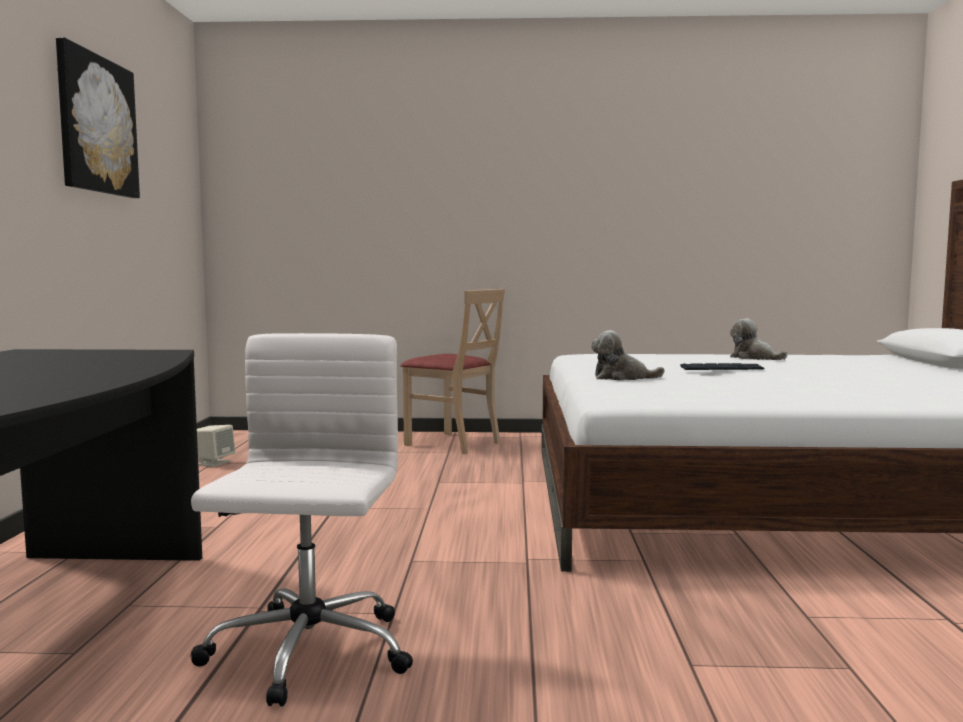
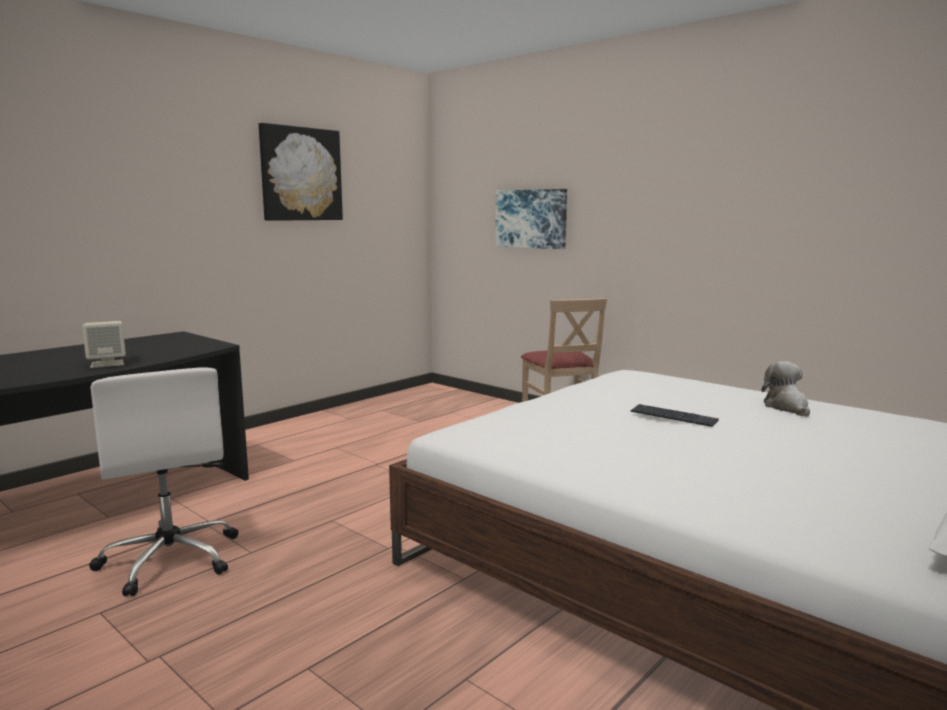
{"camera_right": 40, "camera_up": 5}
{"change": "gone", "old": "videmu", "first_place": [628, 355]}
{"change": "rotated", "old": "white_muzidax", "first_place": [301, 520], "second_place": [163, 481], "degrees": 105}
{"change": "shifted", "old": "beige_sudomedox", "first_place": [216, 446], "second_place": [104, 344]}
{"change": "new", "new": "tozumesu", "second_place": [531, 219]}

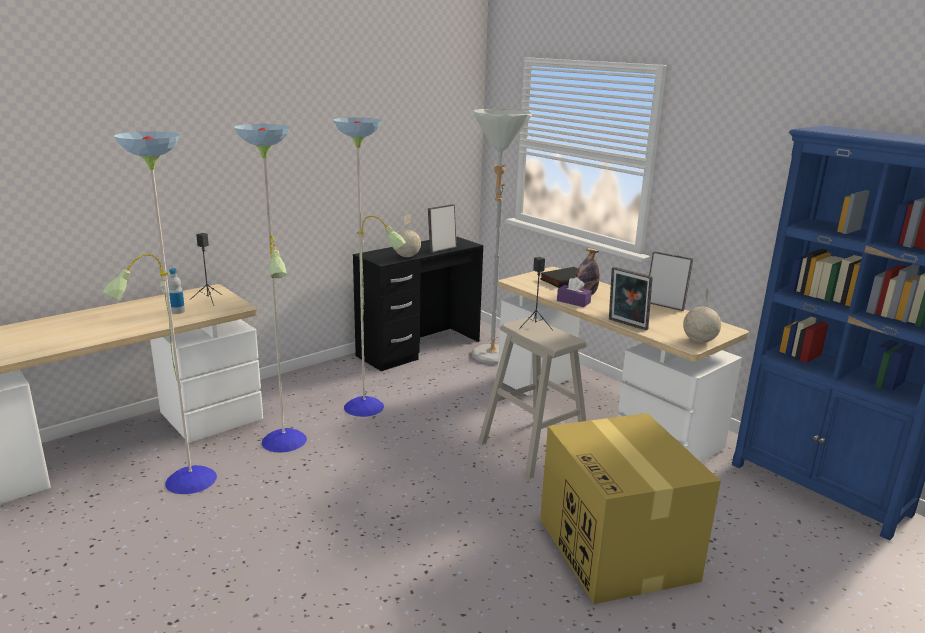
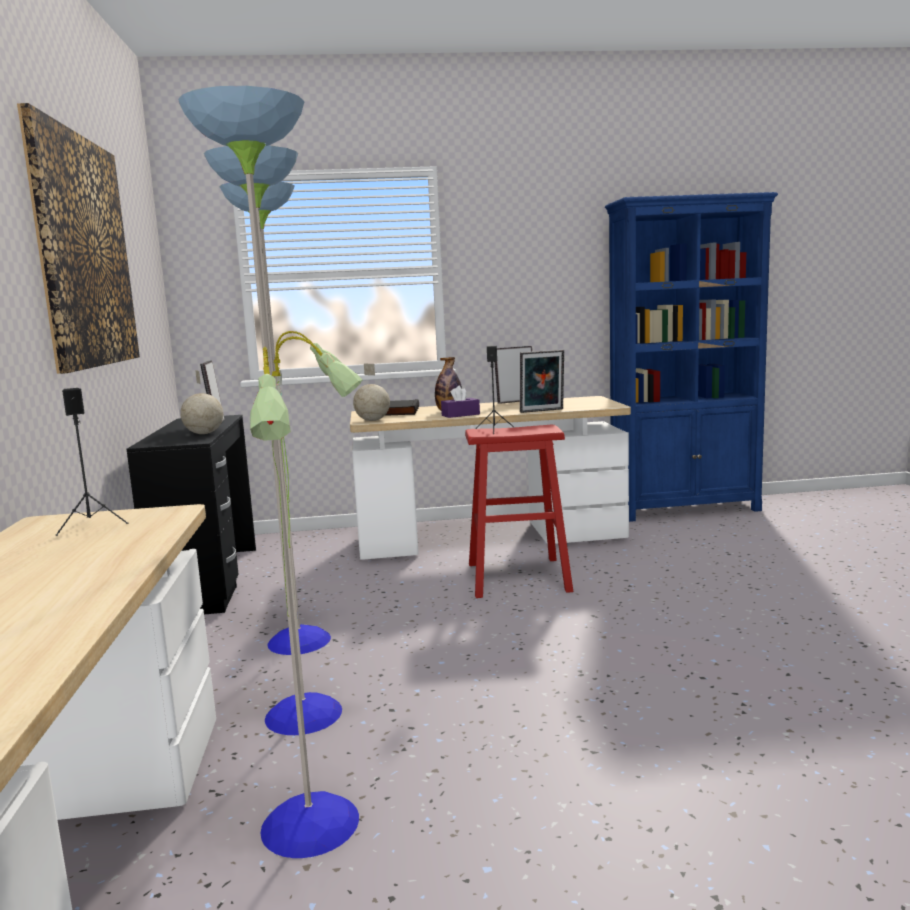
{"camera_right": -55, "camera_up": -10}
{"change": "gone", "old": "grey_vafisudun", "first_place": [501, 236]}
{"change": "gone", "old": "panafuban", "first_place": [176, 291]}
{"change": "shifted", "old": "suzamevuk", "first_place": [702, 315], "second_place": [371, 392]}
{"change": "repainted", "old": "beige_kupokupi", "new": "red_kupokupi", "first_place": [532, 398], "second_place": [519, 511]}
{"change": "gone", "old": "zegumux", "first_place": [630, 508]}
{"change": "new", "new": "tozumesu", "second_place": [78, 238]}

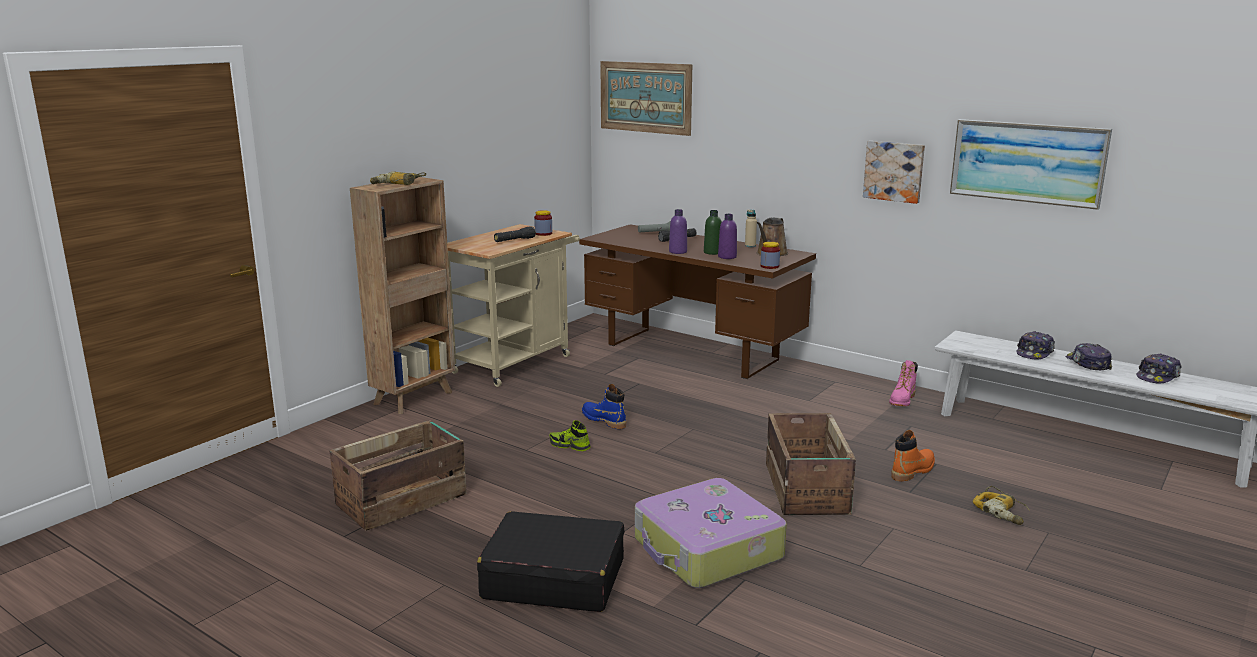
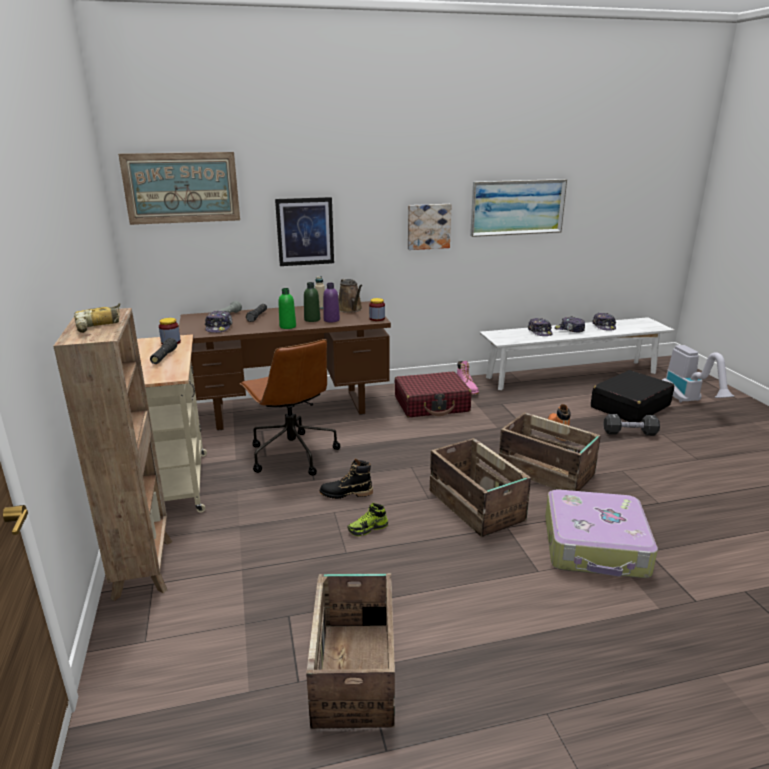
{"camera_right": -50, "camera_up": 5}
{"change": "repainted", "old": "purple_panafuban", "new": "green_panafuban", "first_place": [678, 231], "second_place": [287, 308]}
{"change": "repainted", "old": "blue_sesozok", "new": "black_sesozok", "first_place": [604, 406], "second_place": [346, 478]}
{"change": "swapped", "old": "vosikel", "new": "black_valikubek", "first_place": [1001, 505], "second_place": [631, 425]}
{"change": "shifted", "old": "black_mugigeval", "first_place": [550, 561], "second_place": [632, 396]}
{"change": "new", "new": "tozumesu", "second_place": [304, 231]}
{"change": "new", "new": "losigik", "second_place": [219, 321]}
{"change": "new", "new": "brown_muzidax", "second_place": [290, 407]}
{"change": "new", "new": "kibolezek", "second_place": [698, 374]}
{"change": "new", "new": "red_mugigeval", "second_place": [433, 394]}
{"change": "new", "new": "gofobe", "second_place": [480, 487]}

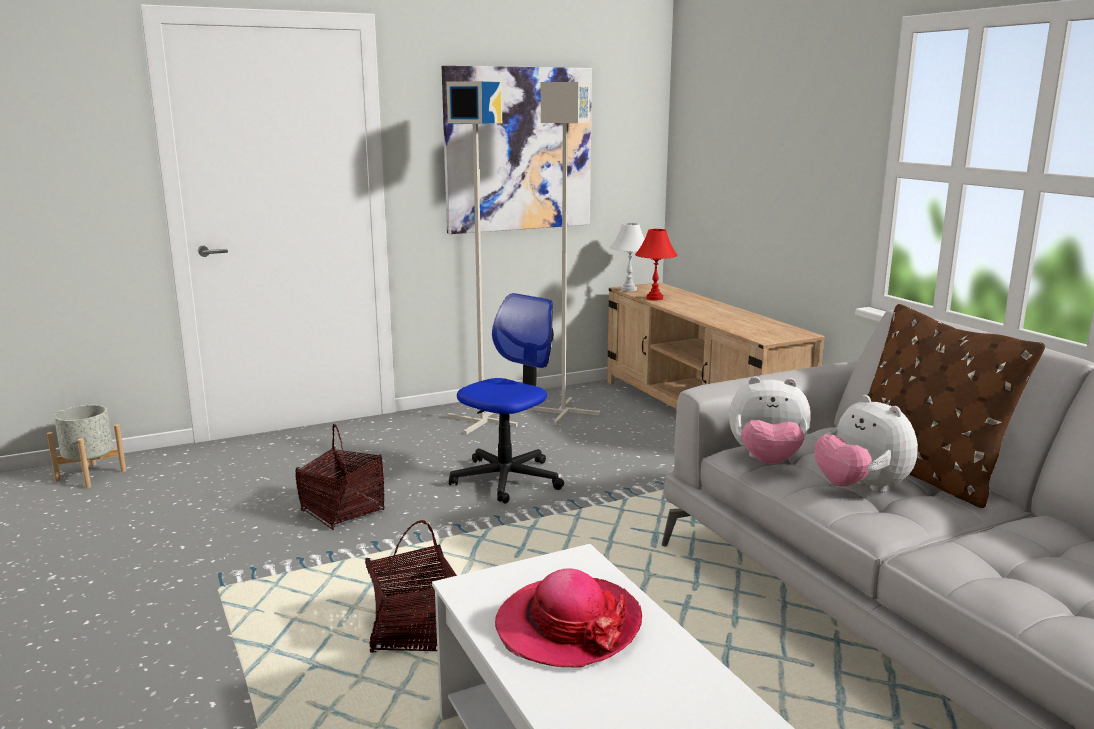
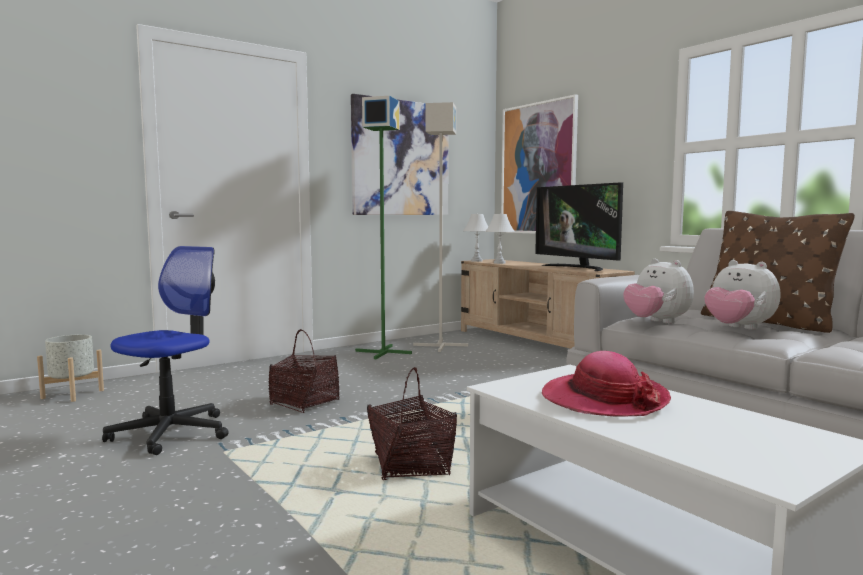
{"camera_right": -10, "camera_up": -10}
{"change": "repainted", "old": "grey_vafisudun", "new": "green_vafisudun", "first_place": [482, 258], "second_place": [383, 227]}
{"change": "repainted", "old": "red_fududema", "new": "white_fududema", "first_place": [656, 265], "second_place": [500, 238]}
{"change": "shifted", "old": "muzidax", "first_place": [506, 398], "second_place": [165, 350]}
{"change": "rotated", "old": "videmu", "first_place": [769, 420], "second_place": [659, 291], "degrees": 60}
{"change": "new", "new": "tozumesu", "second_place": [539, 164]}
{"change": "new", "new": "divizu", "second_place": [579, 226]}

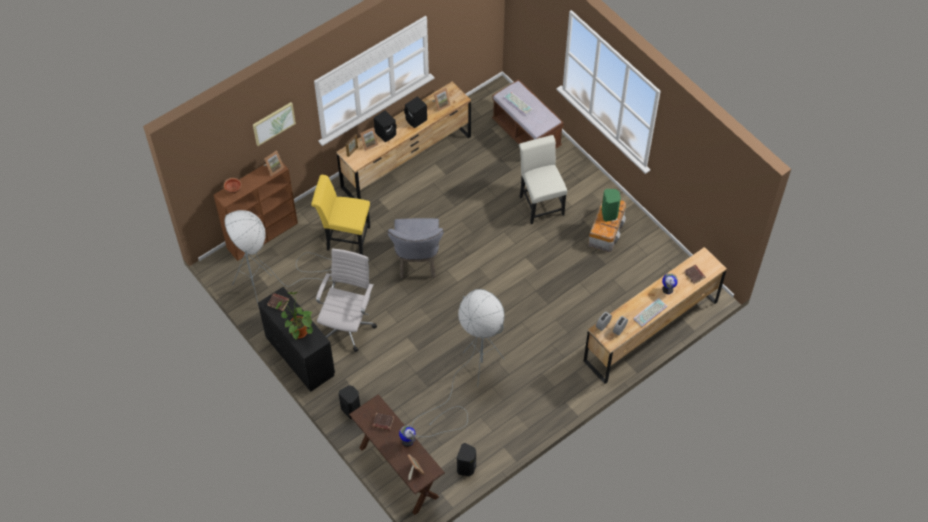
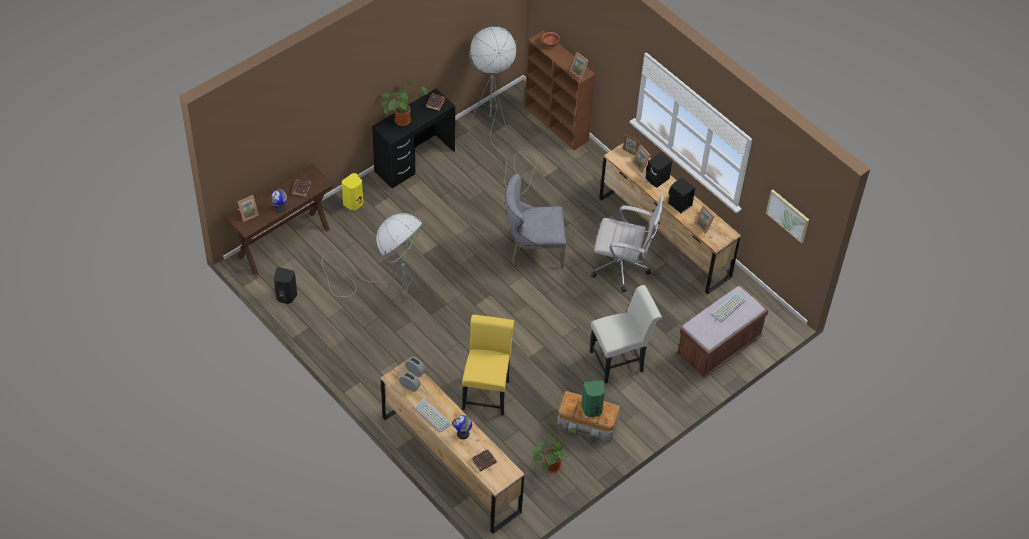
{"camera_right": 85, "camera_up": -5}
{"change": "shifted", "old": "tozumesu", "first_place": [274, 124], "second_place": [787, 216]}
{"change": "shifted", "old": "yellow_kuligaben", "first_place": [340, 215], "second_place": [488, 365]}
{"change": "shifted", "old": "white_muzidax", "first_place": [346, 300], "second_place": [627, 243]}
{"change": "repainted", "old": "black_sudomedox", "new": "yellow_sudomedox", "first_place": [349, 402], "second_place": [352, 191]}
{"change": "new", "new": "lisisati", "second_place": [554, 449]}

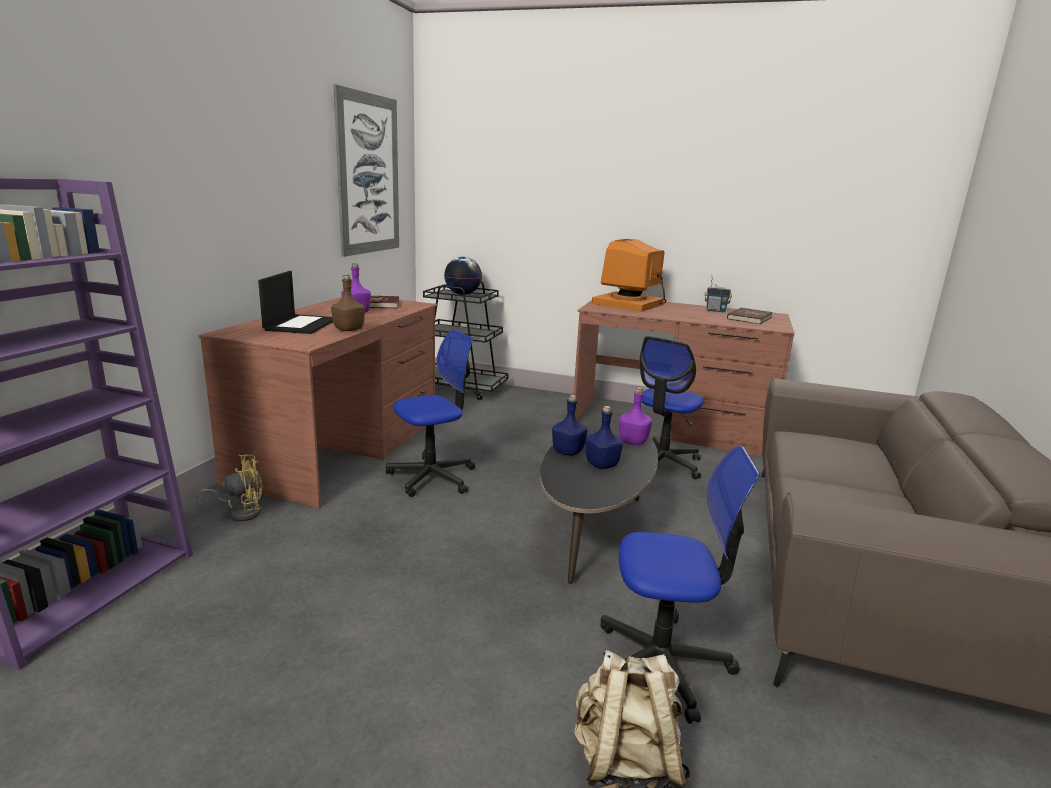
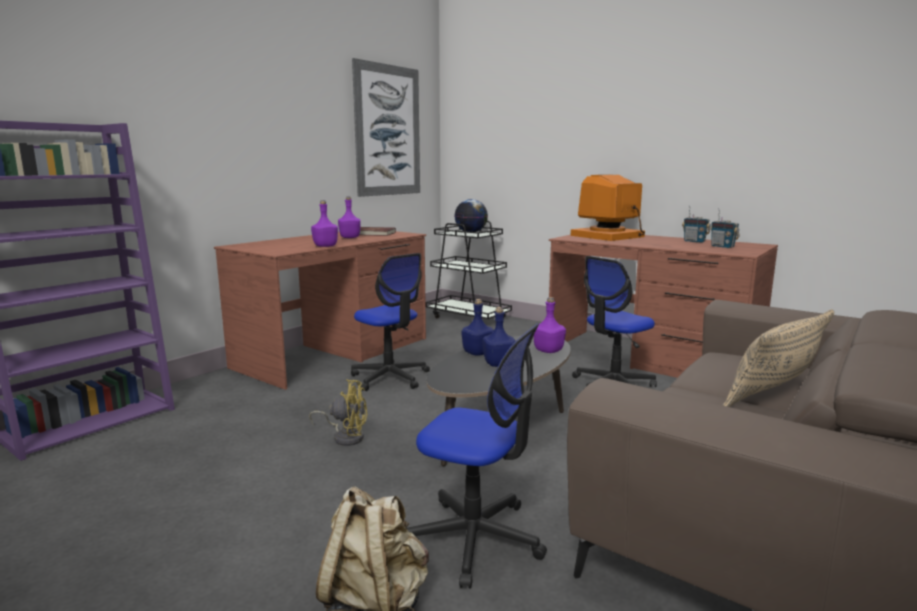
{"camera_right": 20, "camera_up": -5}
{"change": "gone", "old": "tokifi", "first_place": [295, 302]}
{"change": "repainted", "old": "brown_panafuban", "new": "purple_panafuban", "first_place": [348, 302], "second_place": [324, 223]}
{"change": "swapped", "old": "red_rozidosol", "new": "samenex", "first_place": [750, 316], "second_place": [725, 228]}
{"change": "rotated", "old": "muzidax", "first_place": [430, 413], "second_place": [390, 322], "degrees": 60}
{"change": "shifted", "old": "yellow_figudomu", "first_place": [229, 487], "second_place": [338, 412]}
{"change": "new", "new": "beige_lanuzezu", "second_place": [778, 358]}

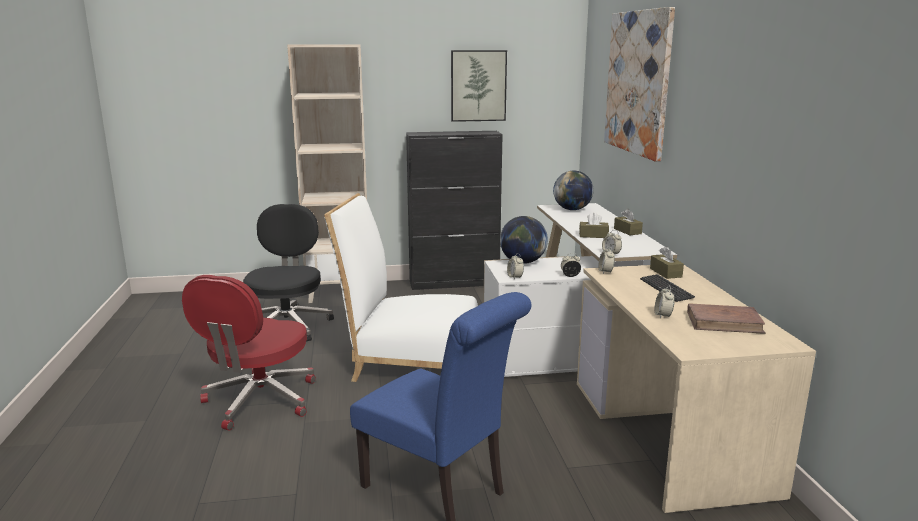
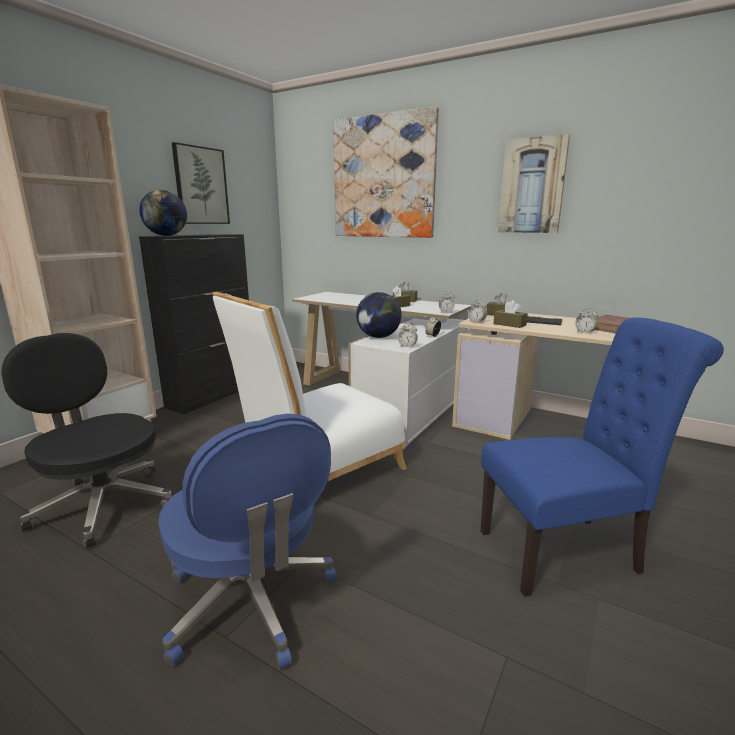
{"camera_right": -50, "camera_up": 0}
{"change": "shifted", "old": "suzamevuk", "first_place": [573, 190], "second_place": [163, 213]}
{"change": "repainted", "old": "red_muzidax", "new": "blue_muzidax", "first_place": [249, 353], "second_place": [247, 541]}
{"change": "new", "new": "tozumesu", "second_place": [534, 183]}
{"change": "new", "new": "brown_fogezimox", "second_place": [510, 314]}

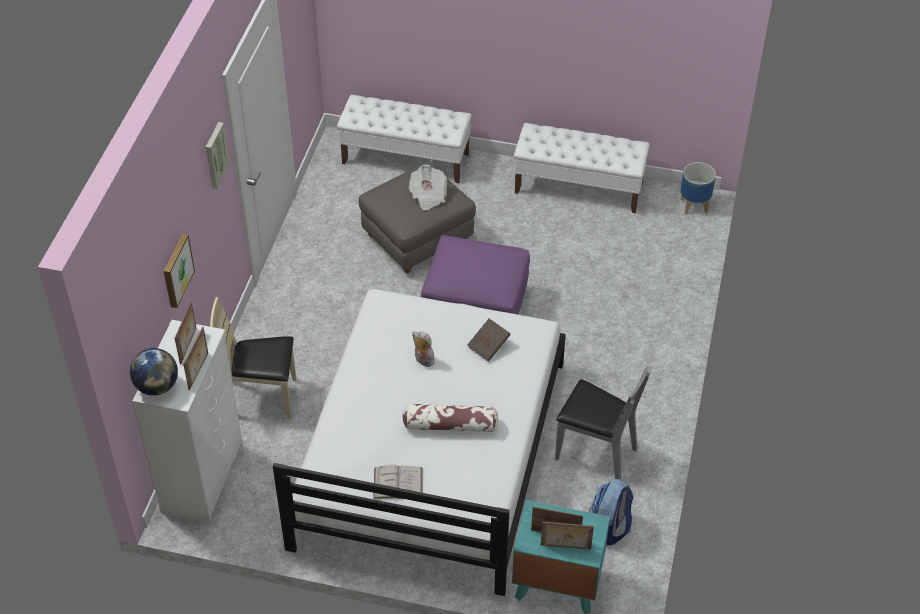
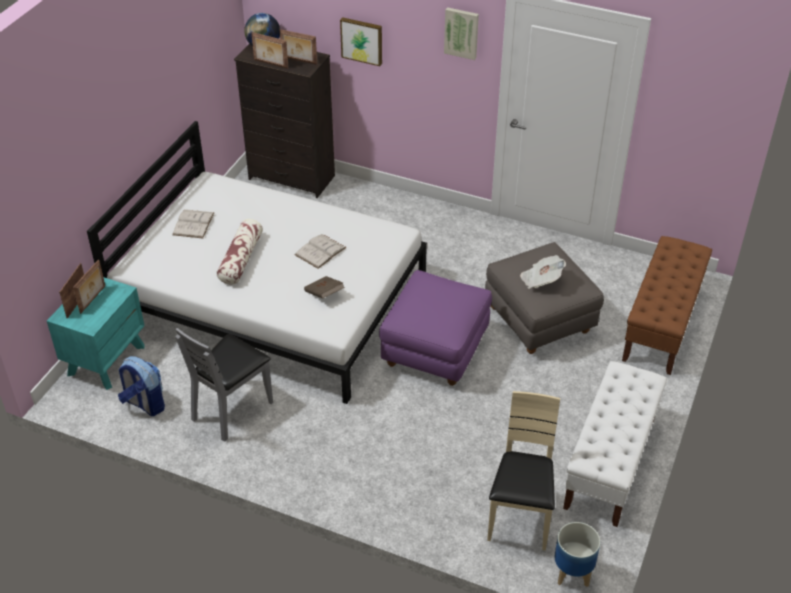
{"camera_right": 100, "camera_up": -5}
{"change": "repainted", "old": "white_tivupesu", "new": "brown_tivupesu", "first_place": [404, 139], "second_place": [667, 305]}
{"change": "shifted", "old": "beige_kuligaben", "first_place": [253, 358], "second_place": [523, 471]}
{"change": "repainted", "old": "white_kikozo", "new": "black_kikozo", "first_place": [187, 421], "second_place": [284, 121]}
{"change": "swapped", "old": "videmu", "new": "white_rozidosol", "first_place": [423, 349], "second_place": [321, 251]}

